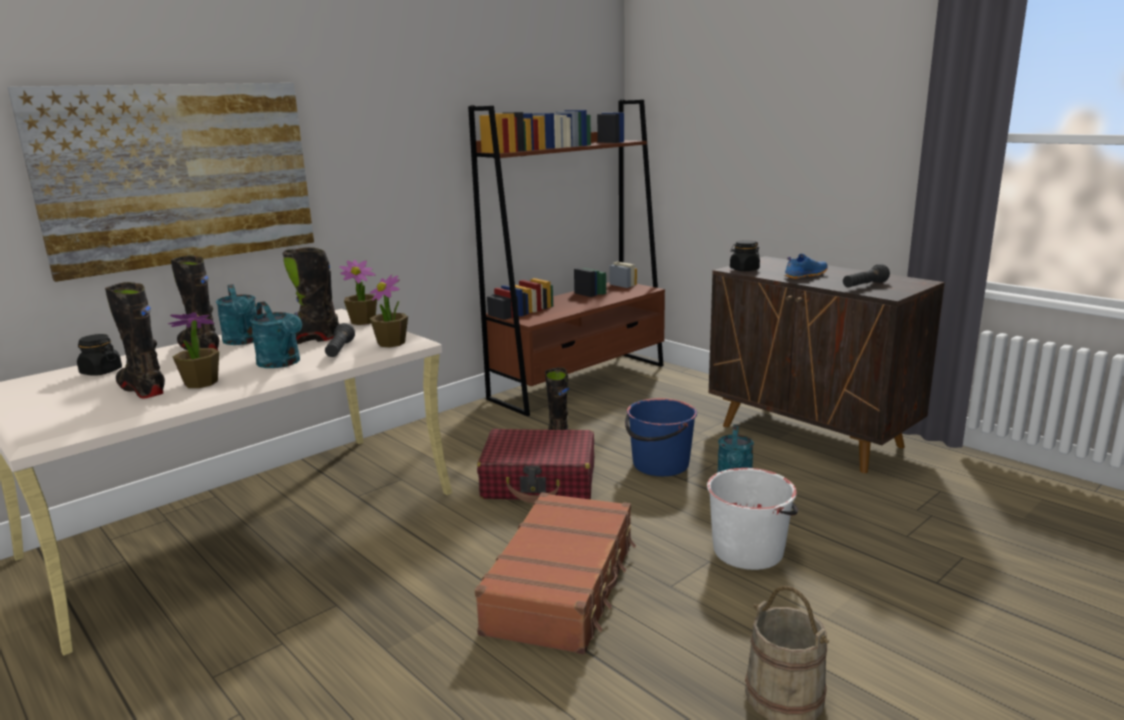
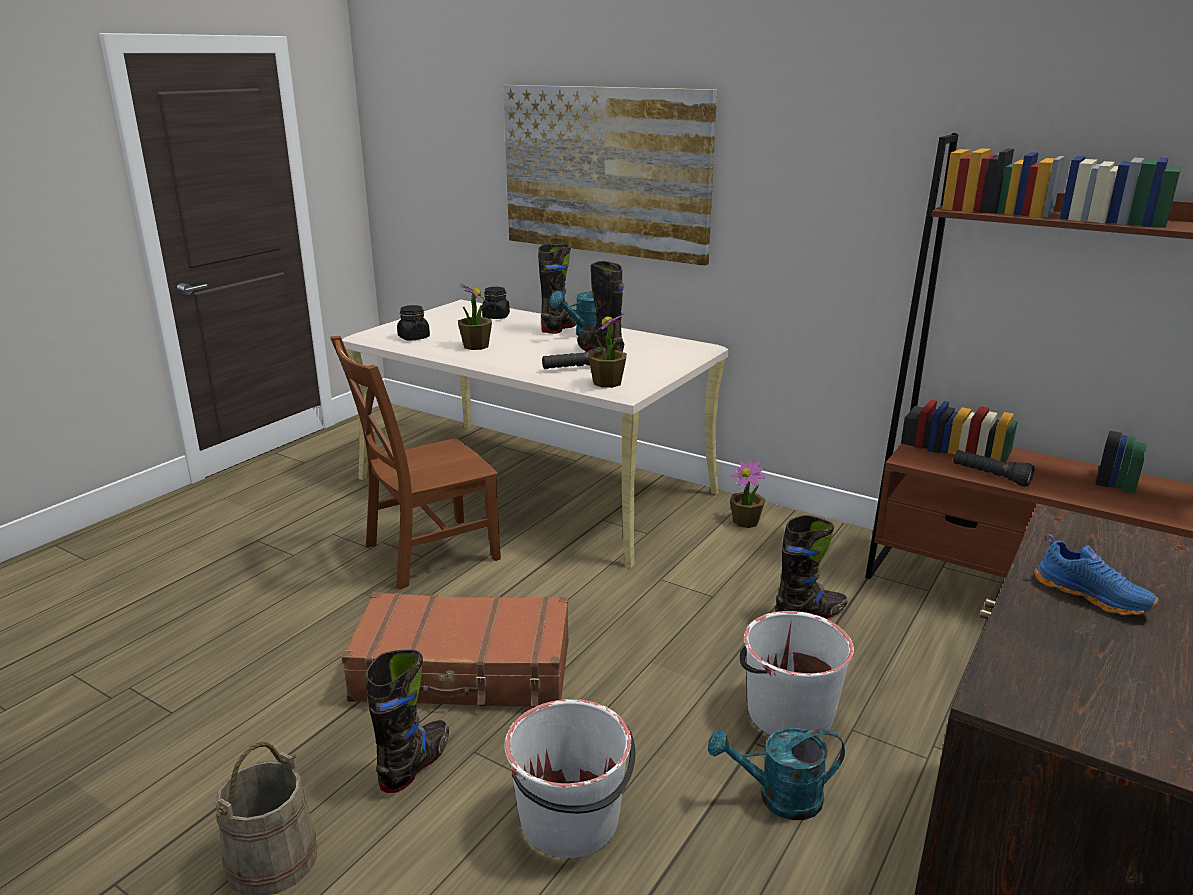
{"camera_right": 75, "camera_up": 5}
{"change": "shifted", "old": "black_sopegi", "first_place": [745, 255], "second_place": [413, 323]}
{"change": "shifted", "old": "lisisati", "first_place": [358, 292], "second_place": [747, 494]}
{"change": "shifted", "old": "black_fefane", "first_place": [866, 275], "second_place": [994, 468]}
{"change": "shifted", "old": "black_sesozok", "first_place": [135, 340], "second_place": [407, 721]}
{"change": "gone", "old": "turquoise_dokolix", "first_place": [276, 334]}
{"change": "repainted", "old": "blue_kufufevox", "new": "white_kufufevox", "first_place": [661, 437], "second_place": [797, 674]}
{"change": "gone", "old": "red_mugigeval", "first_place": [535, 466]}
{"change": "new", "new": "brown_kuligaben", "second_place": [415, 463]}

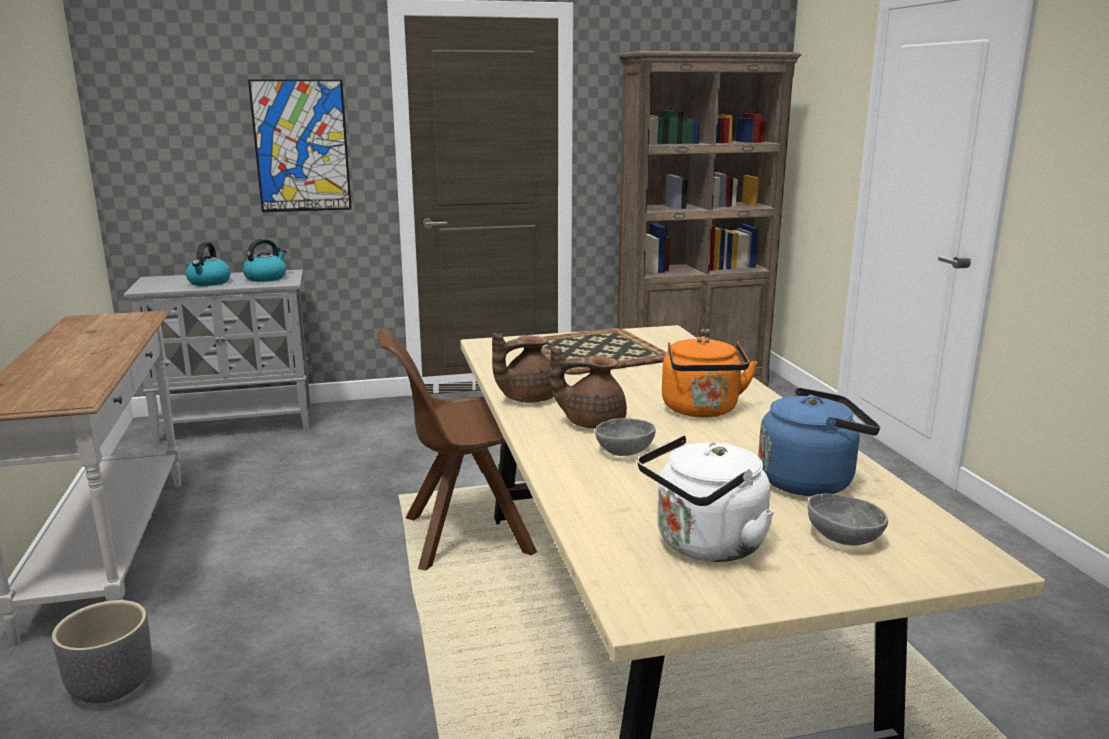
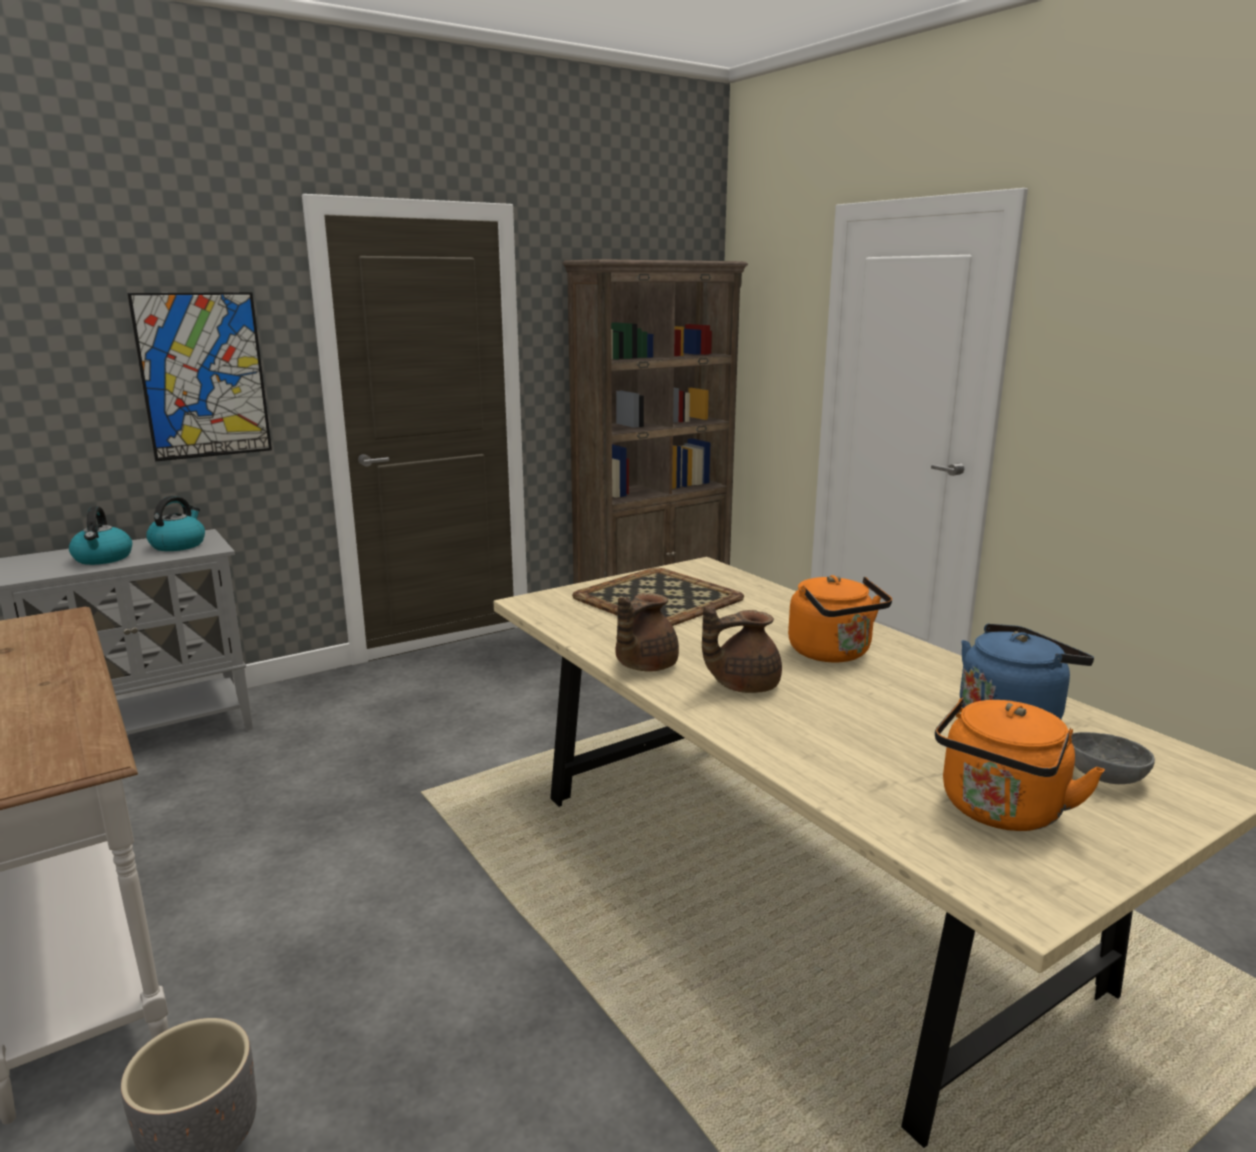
{"camera_right": -20, "camera_up": 0}
{"change": "gone", "old": "brown_kuligaben", "first_place": [457, 449]}
{"change": "gone", "old": "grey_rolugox", "first_place": [625, 437]}
{"change": "repainted", "old": "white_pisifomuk", "new": "orange_pisifomuk", "first_place": [705, 499], "second_place": [1020, 764]}

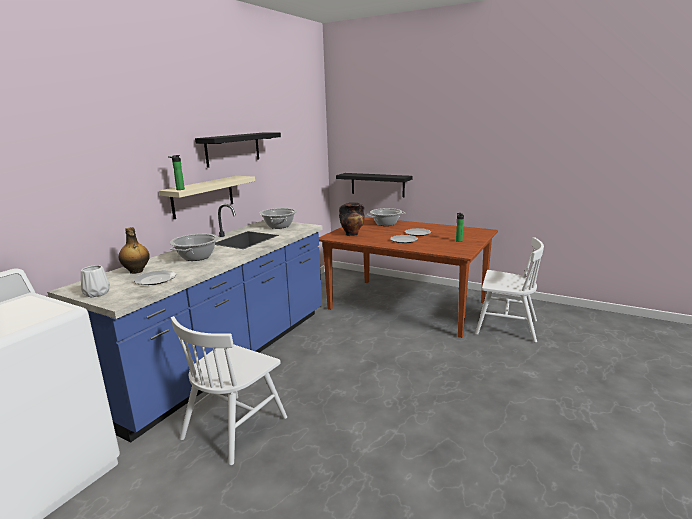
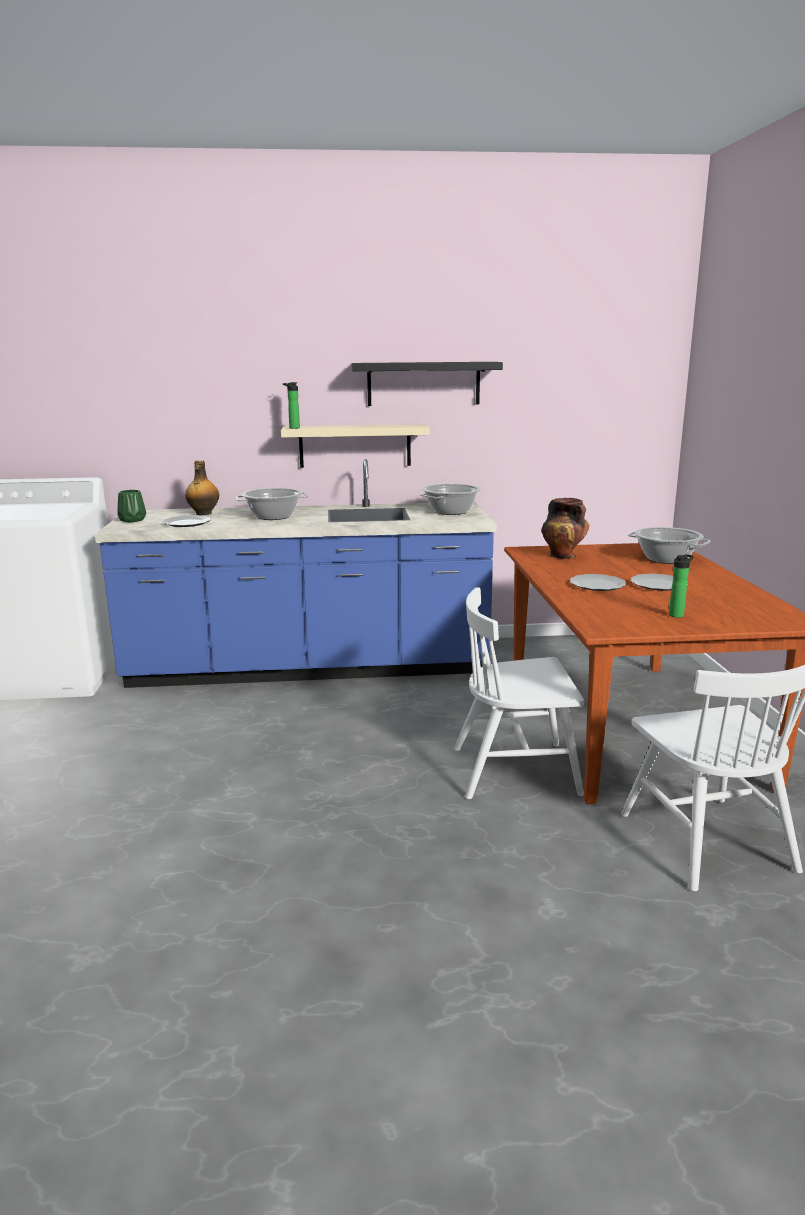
{"camera_right": 55, "camera_up": 0}
{"change": "gone", "old": "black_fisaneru", "first_place": [374, 185]}
{"change": "repainted", "old": "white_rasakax", "new": "green_rasakax", "first_place": [95, 281], "second_place": [131, 506]}
{"change": "shifted", "old": "white_kuligaben", "first_place": [229, 390], "second_place": [519, 693]}

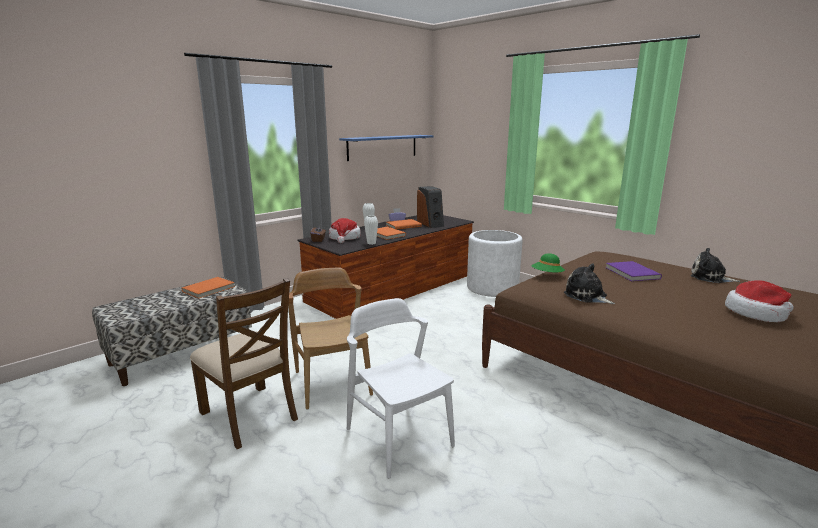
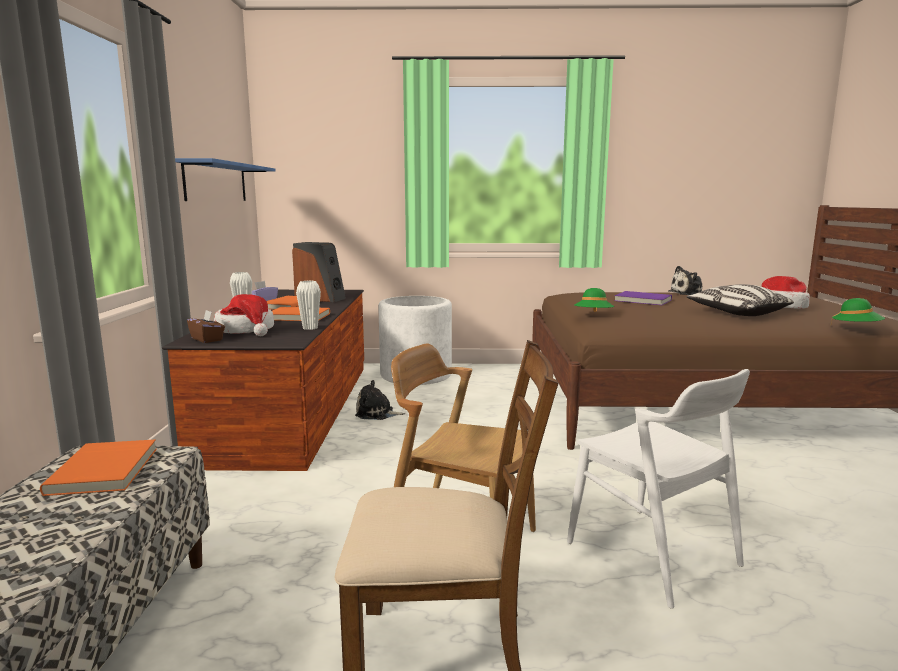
{"camera_right": -45, "camera_up": -5}
{"change": "shifted", "old": "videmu", "first_place": [589, 284], "second_place": [380, 400]}
{"change": "rotated", "old": "white_kuligaben", "first_place": [401, 388], "second_place": [658, 489], "degrees": -135}
{"change": "new", "new": "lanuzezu", "second_place": [740, 300]}
{"change": "new", "new": "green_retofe", "second_place": [858, 311]}

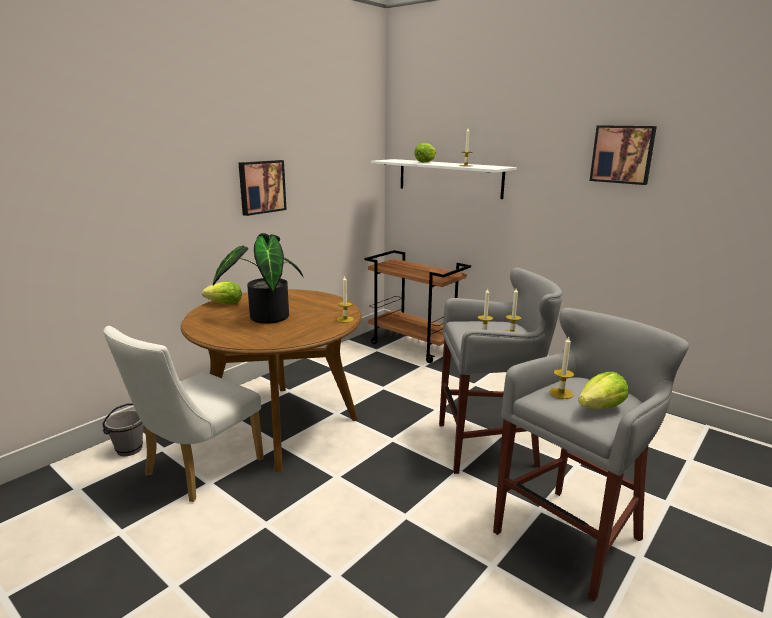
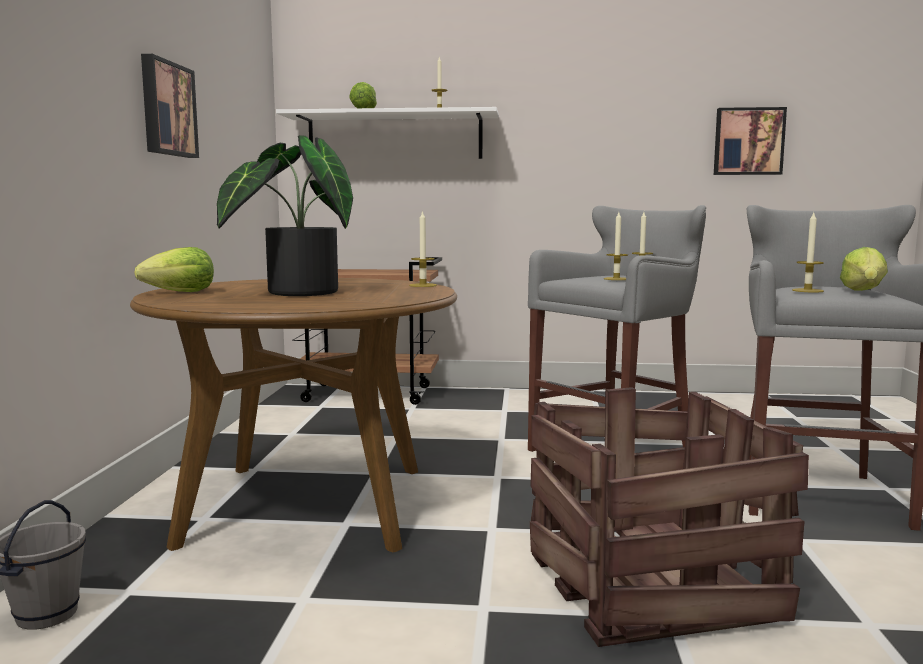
{"camera_right": -35, "camera_up": -10}
{"change": "shifted", "old": "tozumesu", "first_place": [623, 155], "second_place": [750, 141]}
{"change": "gone", "old": "white_kuligaben", "first_place": [184, 414]}
{"change": "new", "new": "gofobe", "second_place": [669, 517]}

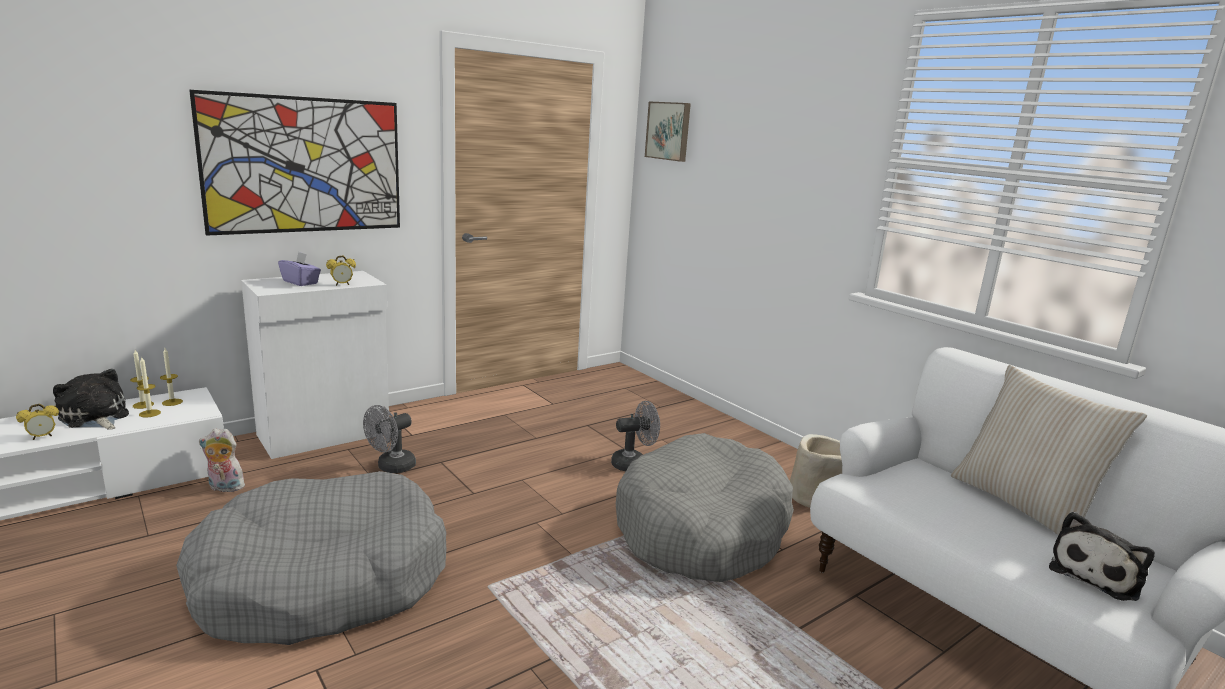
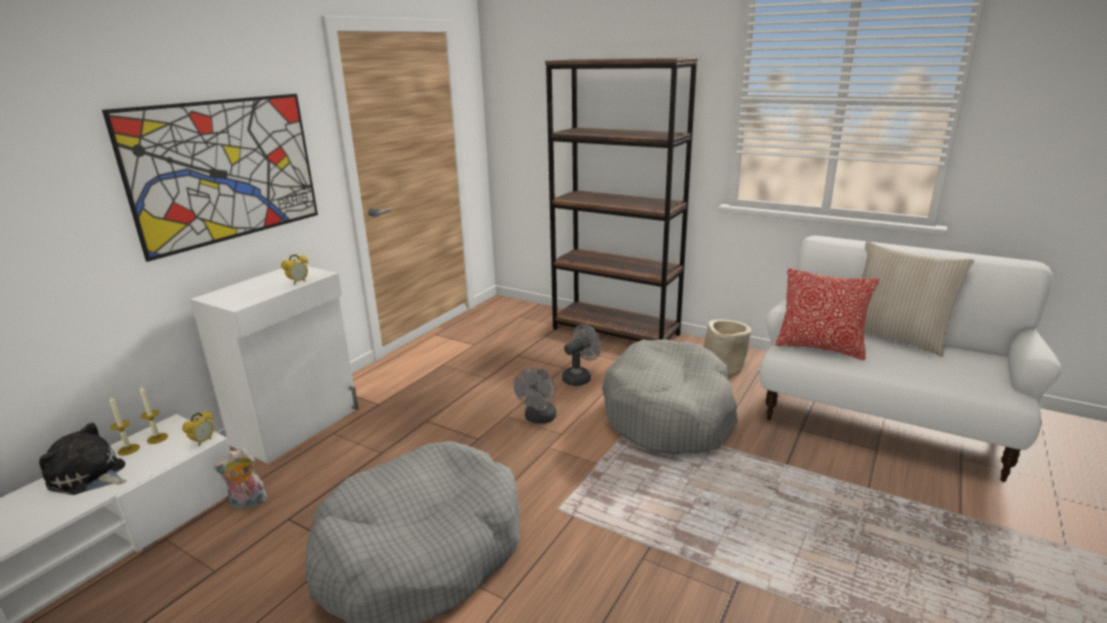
{"camera_right": -20, "camera_up": 5}
{"change": "gone", "old": "tozumesu", "first_place": [668, 131]}
{"change": "gone", "old": "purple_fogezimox", "first_place": [299, 269]}
{"change": "gone", "old": "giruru", "first_place": [149, 386]}
{"change": "shifted", "old": "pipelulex", "first_place": [37, 422], "second_place": [198, 428]}
{"change": "shifted", "old": "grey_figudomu", "first_place": [389, 439], "second_place": [535, 396]}
{"change": "gone", "old": "videmu", "first_place": [1102, 556]}
{"change": "new", "new": "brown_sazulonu", "second_place": [621, 199]}
{"change": "new", "new": "lanuzezu", "second_place": [827, 314]}

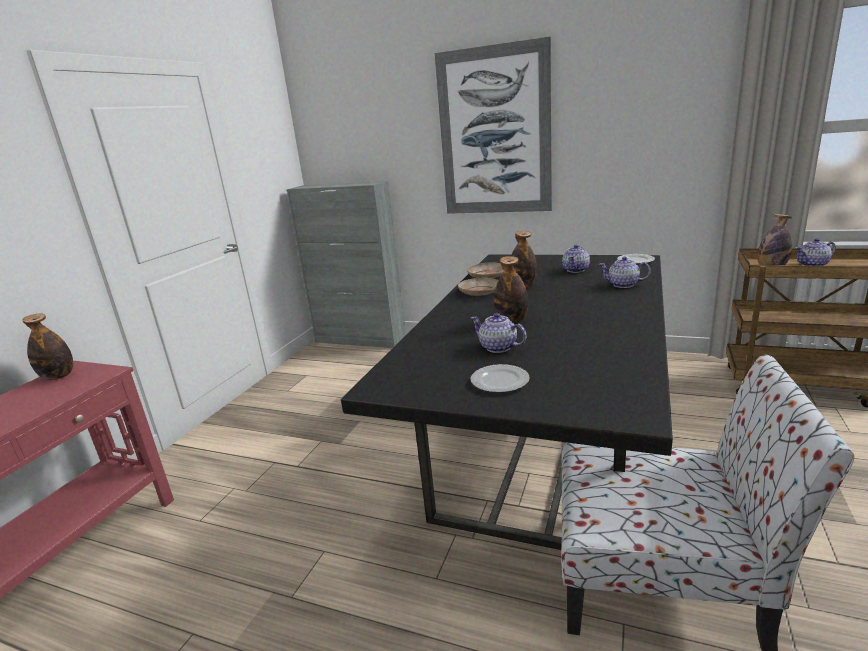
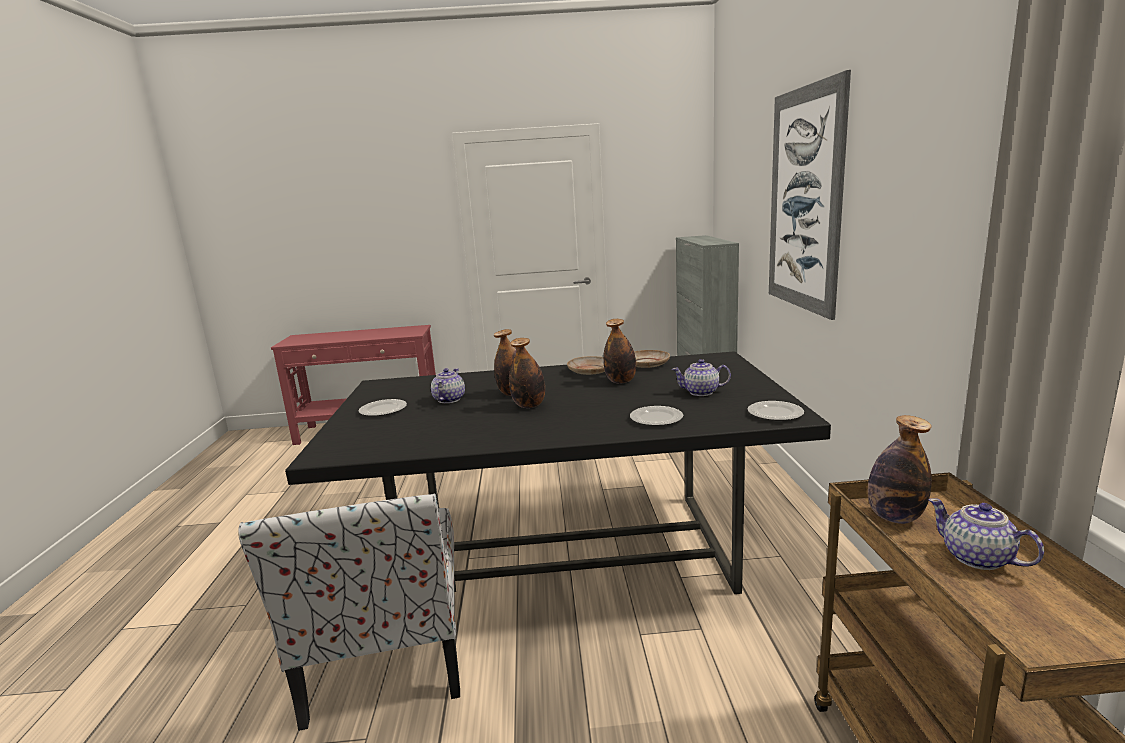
{"camera_right": 65, "camera_up": -5}
{"change": "swapped", "old": "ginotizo", "new": "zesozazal", "first_place": [624, 272], "second_place": [656, 416]}
{"change": "shifted", "old": "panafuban", "first_place": [47, 347], "second_place": [527, 373]}

